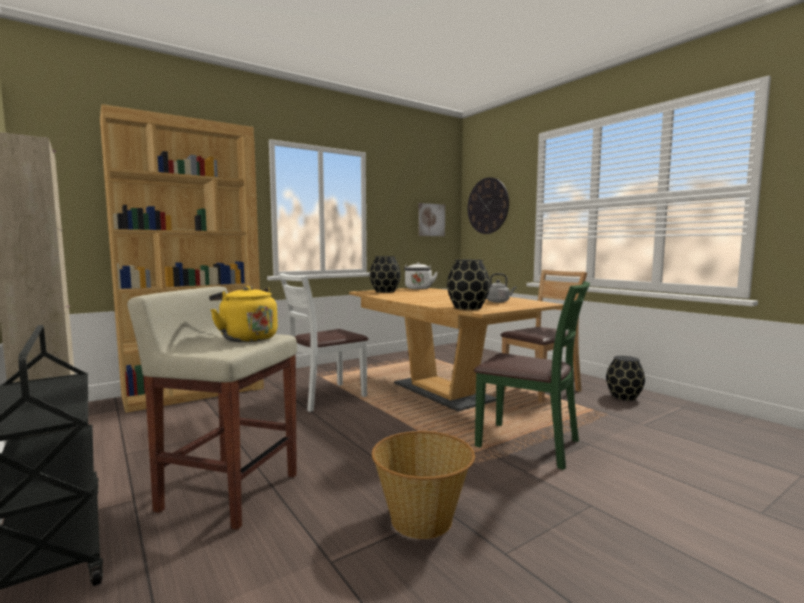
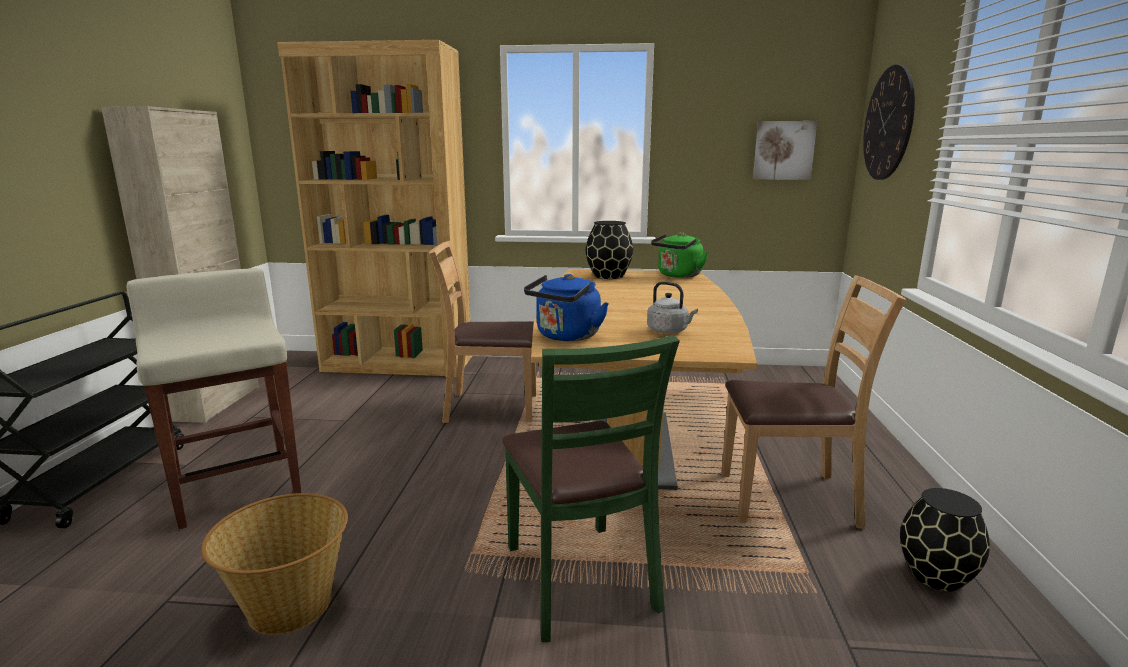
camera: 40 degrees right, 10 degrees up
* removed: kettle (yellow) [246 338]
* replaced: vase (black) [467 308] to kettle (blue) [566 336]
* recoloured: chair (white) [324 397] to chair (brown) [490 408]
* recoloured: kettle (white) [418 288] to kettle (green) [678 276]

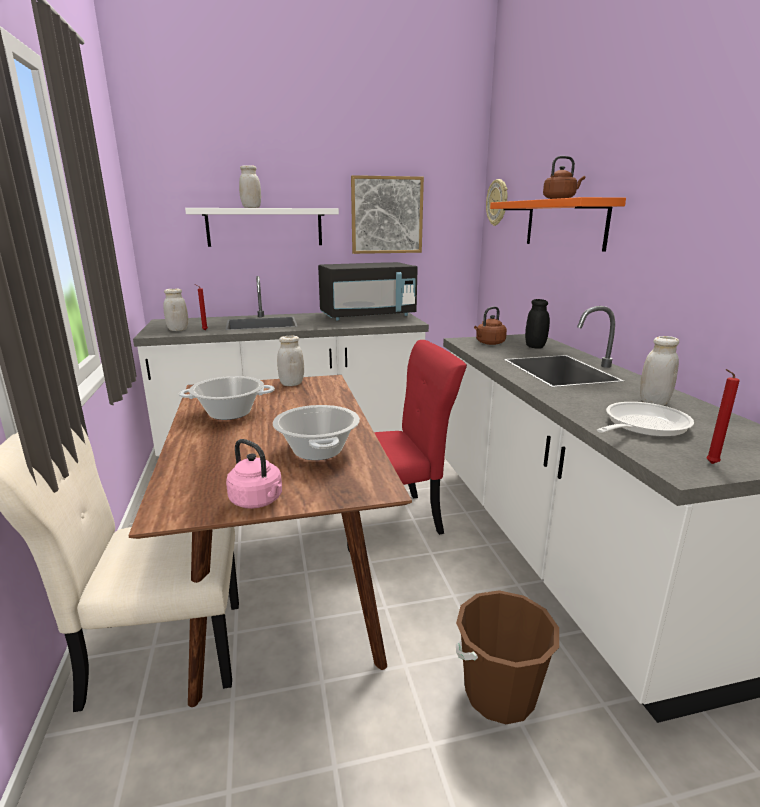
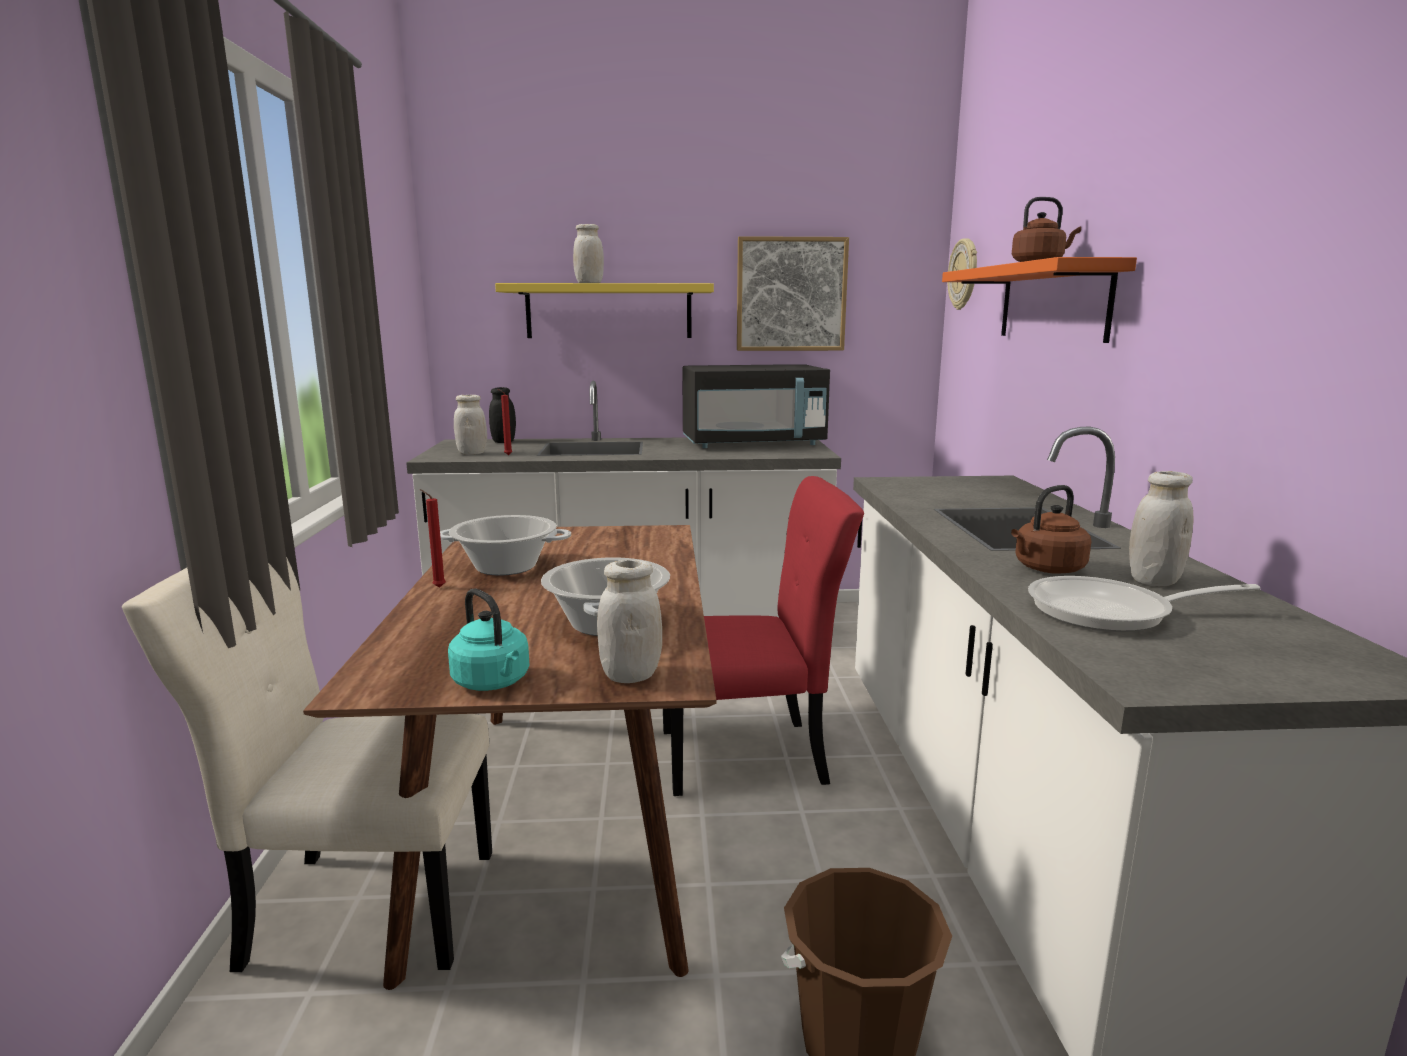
camera: 10 degrees right, 5 degrees down
* moved: jar (white) [291 384] to [630 675]
* moved: kettle (brown) [489 343] to [1046 569]
* moved: jar (black) [535 346] to [504 441]
* moved: candle (red) [710 463] to [437 587]
* recoloured: shelf (white) [265 227] to shelf (yellow) [609 311]
* recoloured: kettle (pink) [258 501] to kettle (turquoise) [493 682]
* turned: frying pan [641 426] = [1111 613] 150 degrees counterclockwise

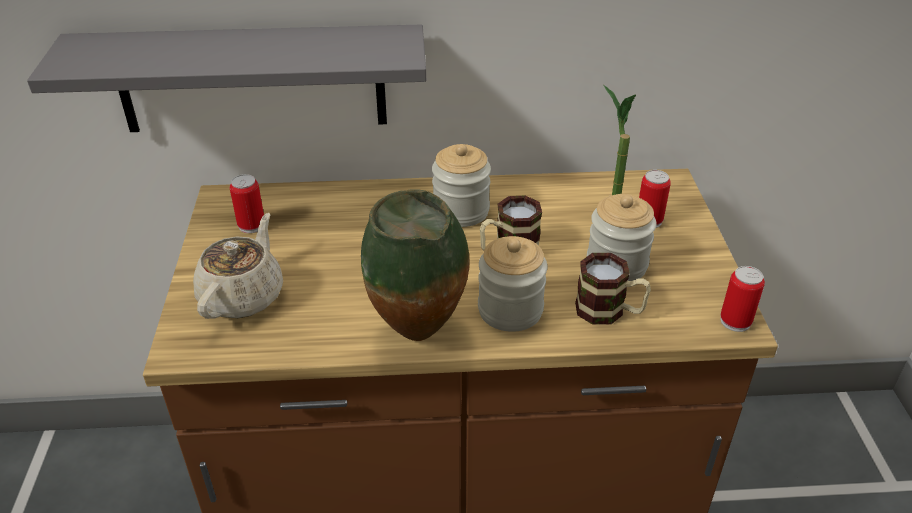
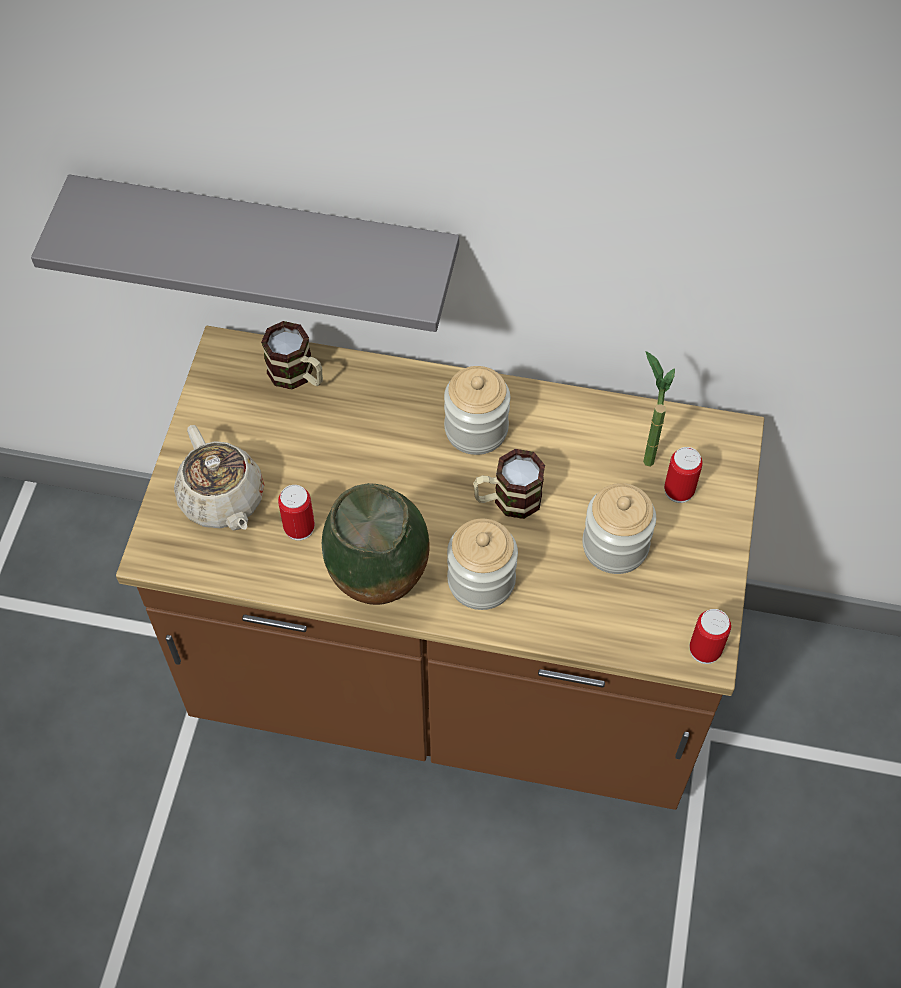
camera: 15 degrees right, 20 degrees up
* moved: can [251 225] to [299 527]
* moved: mug [609 311] to [298 376]
* turned: teapot (beige) [243 296] = [222 500] 120 degrees clockwise

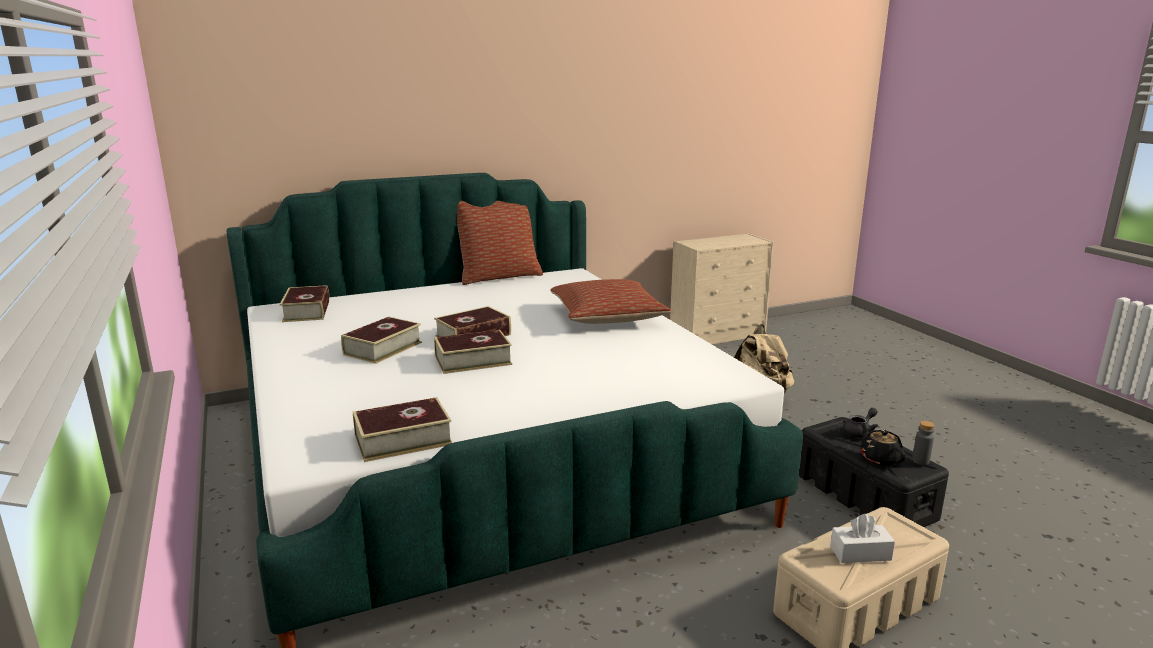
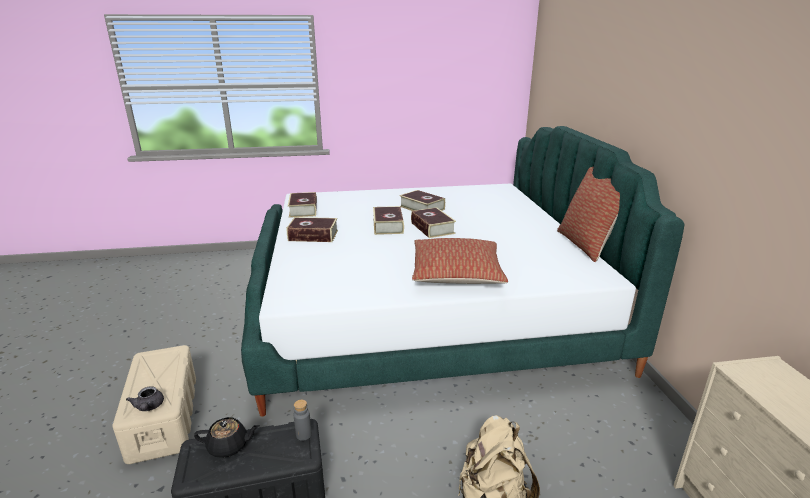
camera: 105 degrees right, 5 degrees up
* removed: tissue box (white) [860 553]
* moved: book [307 311] to [313 235]
* moved: teapot (grey) [860 432] to [149 407]
* moved: bottle (grey) [920 461] to [303 434]

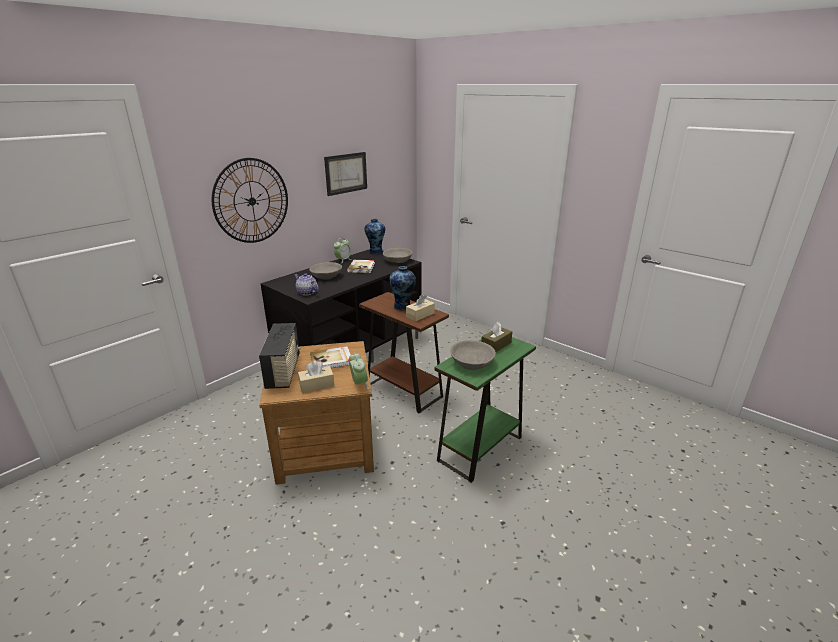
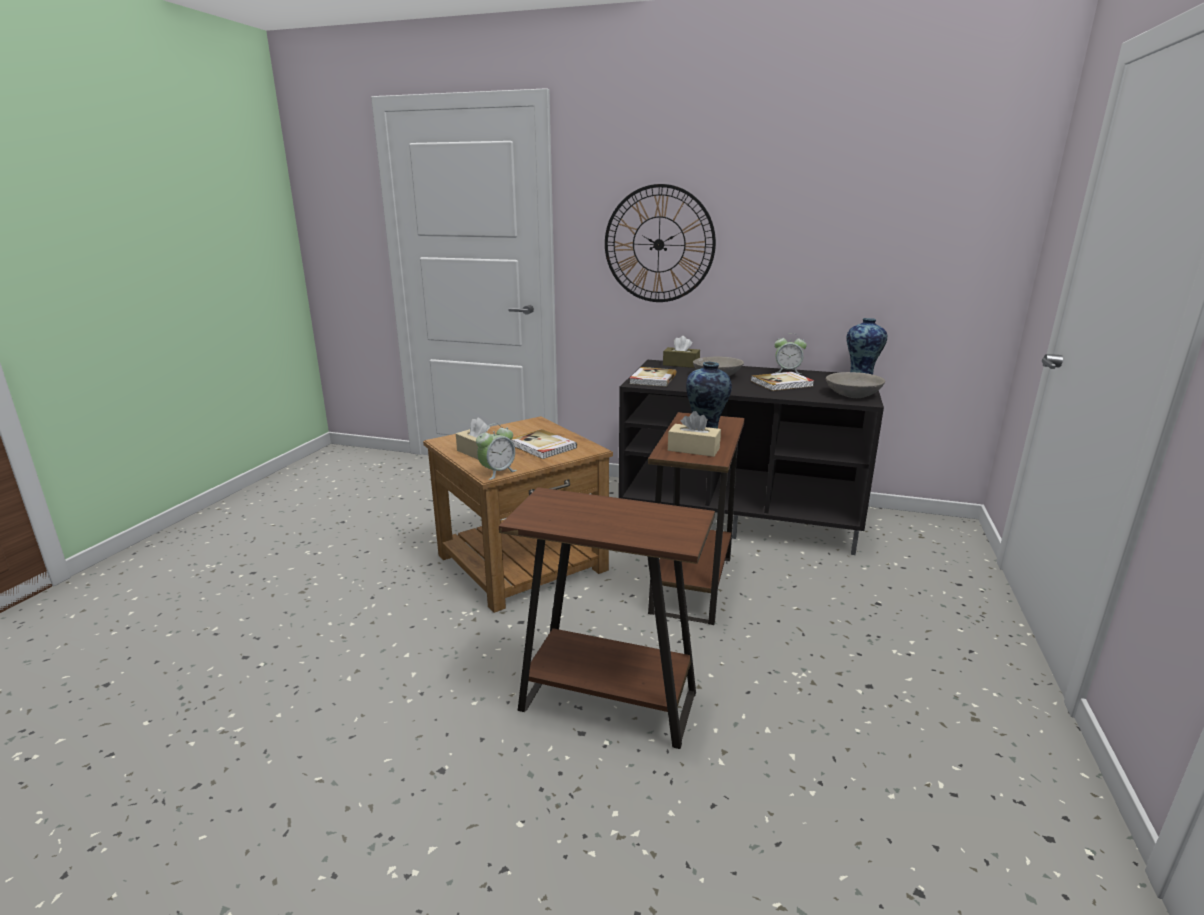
camera: 65 degrees right, 5 degrees down
* removed: radio [284 371]
* removed: picture [346 173]
* removed: bowl (grey) [472 363]
* moved: tissue box (brown) [496 345] to [681 364]
* replaced: teapot [307 292] to book [652 379]
* recoloured: side table (green) [480 449] to side table (brown) [608 701]

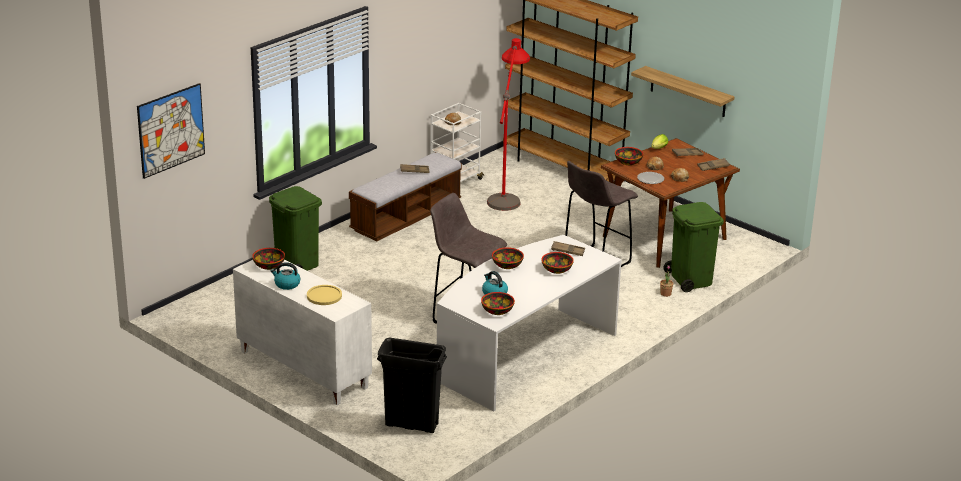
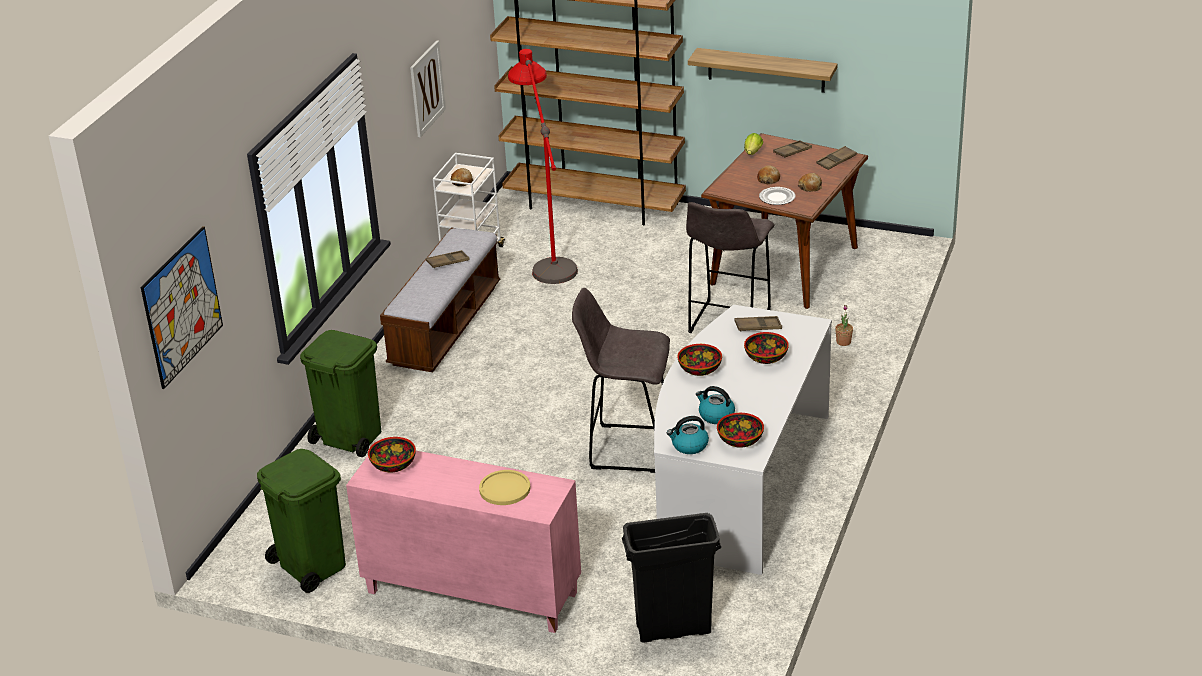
camera: 20 degrees left, 5 degrees up
* removed: bowl [628 162]
* added: picture [427 88]
* moved: kettle [286 284] to [689 446]
* moved: trash can (green) [690 279] to [311 565]
* recoloured: cabinet (white) [302 369] to cabinet (pink) [470 593]

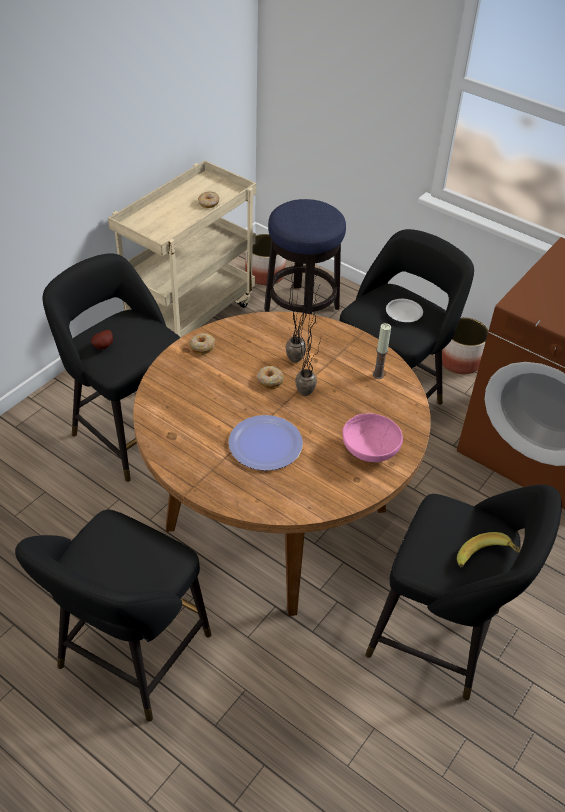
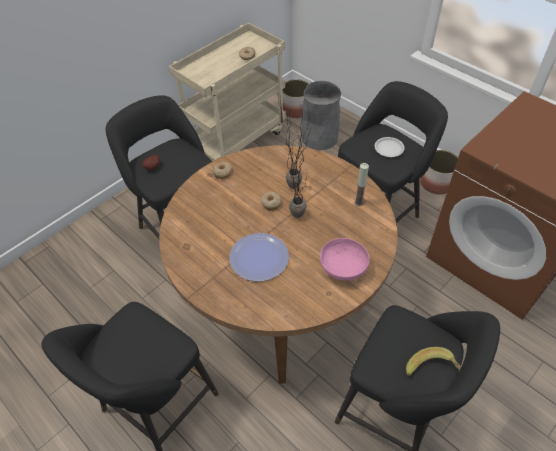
camera: 10 degrees right, 5 degrees up
* replaced: stool [301 309] to trash can (grey) [319 138]

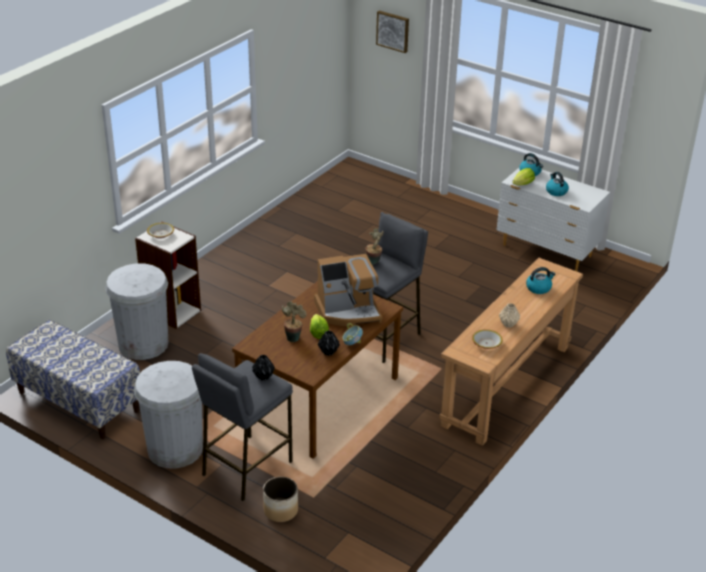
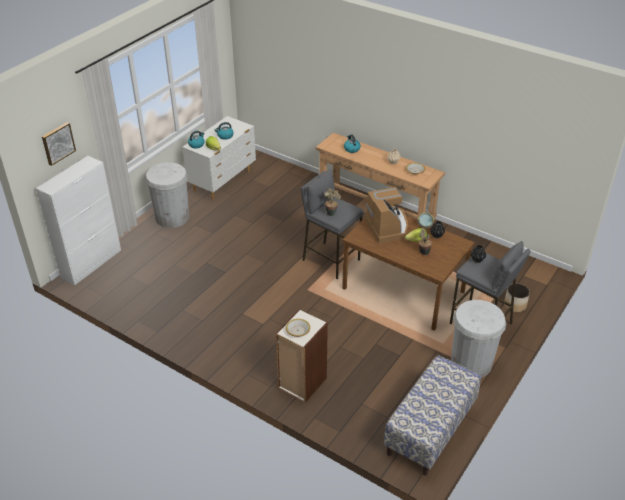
camera: 90 degrees left, 5 degrees up
* added: cabinet (white) [91 263]
* moved: trash can (white) [143 344] to [172 217]

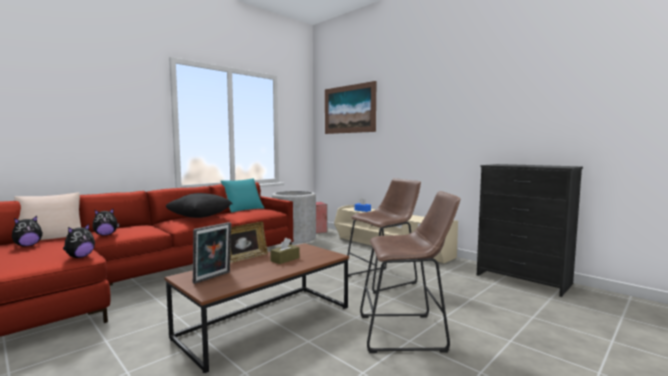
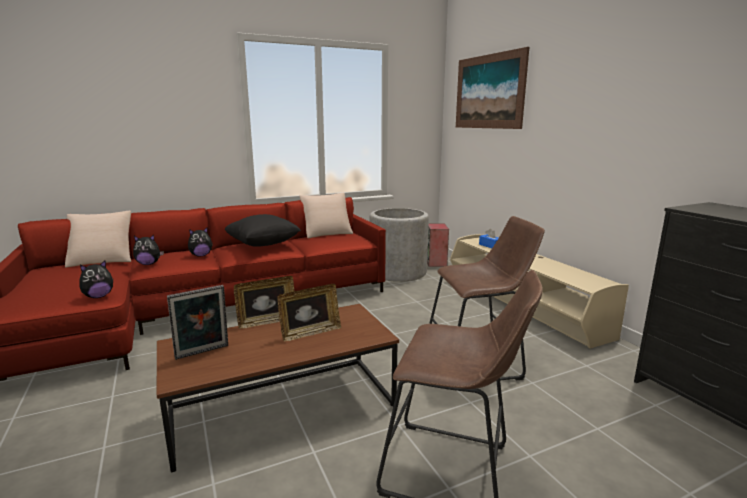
camera: 20 degrees right, 10 degrees up
* moved: plush toy [28 245] to [201 255]
* replaced: tissue box (brown) [285 259] to picture frame [310 333]
* recoloured: pillow (turquoise) [243 209] to pillow (beige) [327 233]

